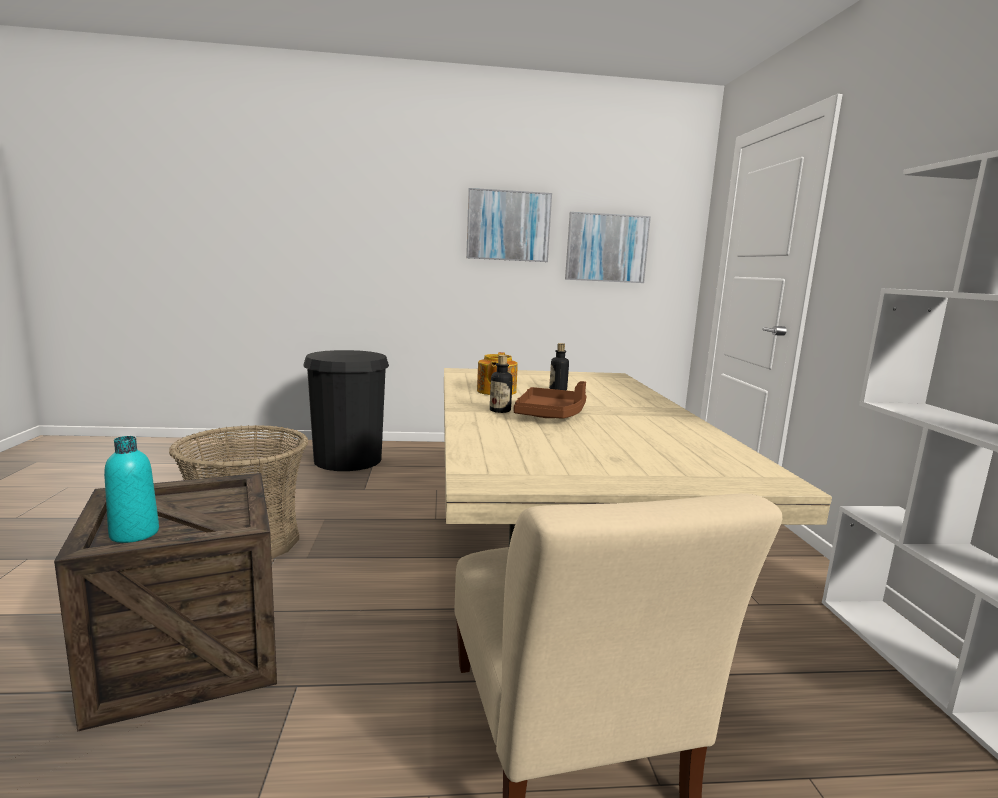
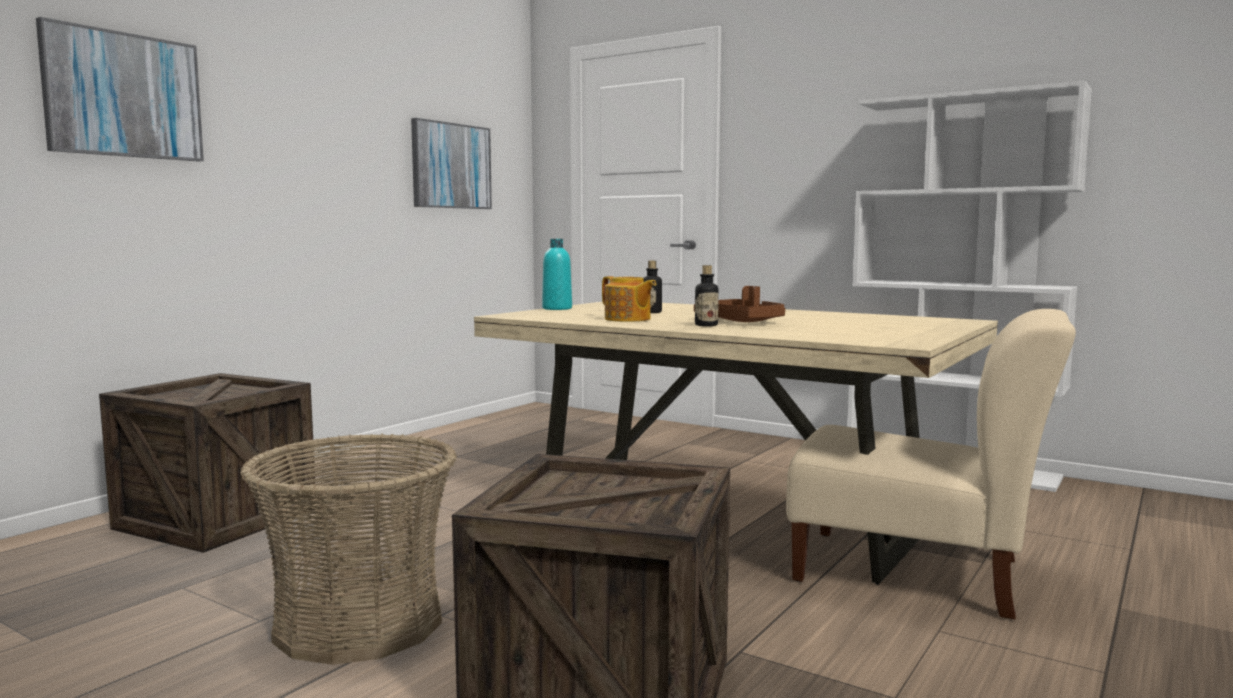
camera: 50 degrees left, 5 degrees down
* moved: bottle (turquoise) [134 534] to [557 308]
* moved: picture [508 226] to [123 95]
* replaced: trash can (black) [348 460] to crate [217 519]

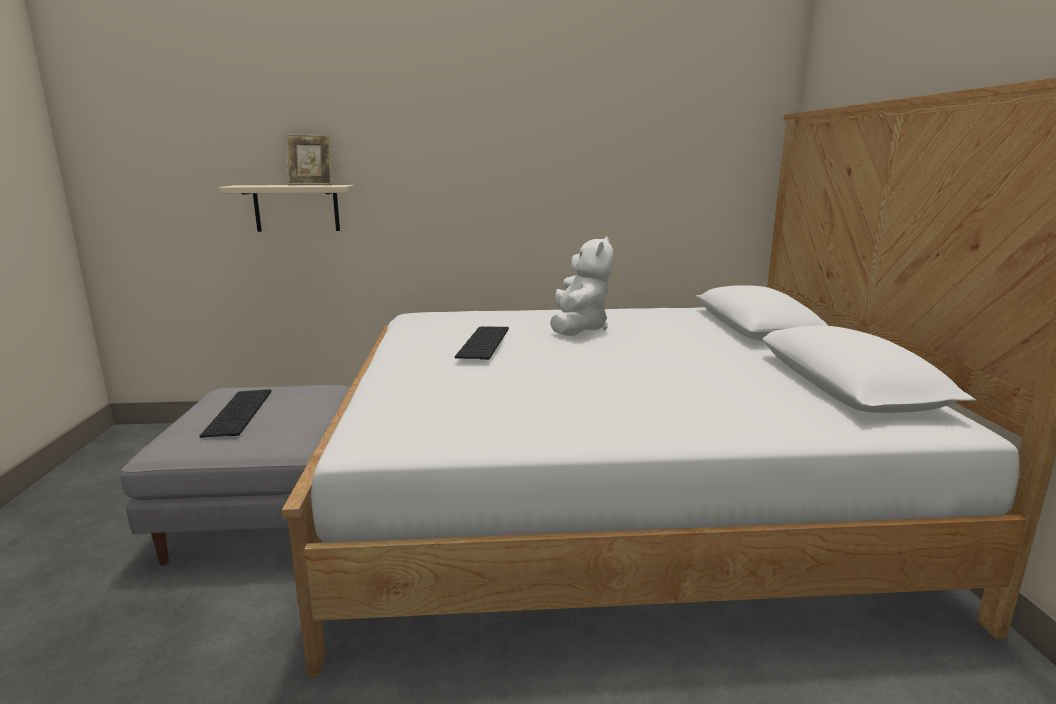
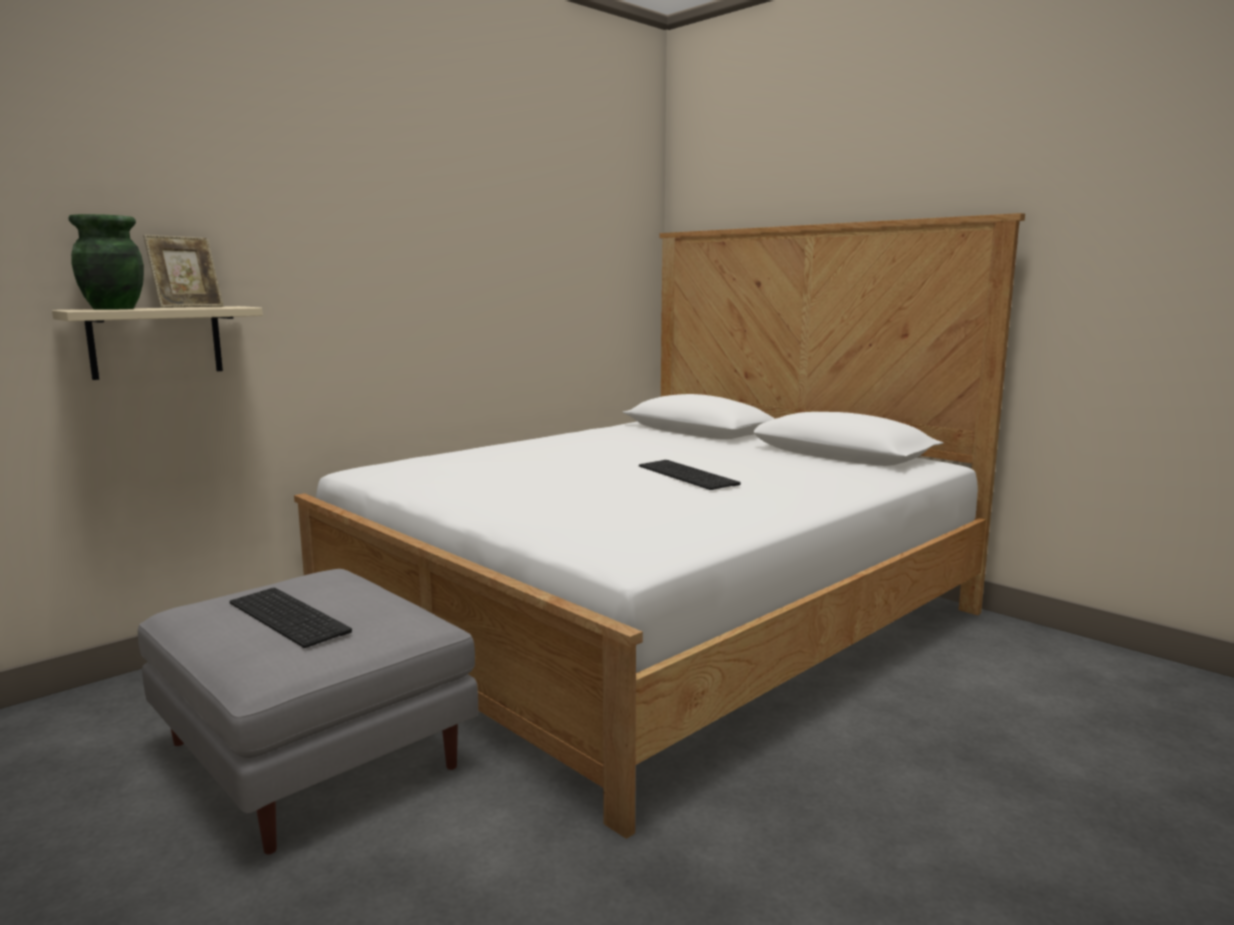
camera: 40 degrees left, 5 degrees down
* removed: plush toy (white) [578 329]
* added: vase (green) [113 309]
* moved: keyboard [485 343] to [689 475]

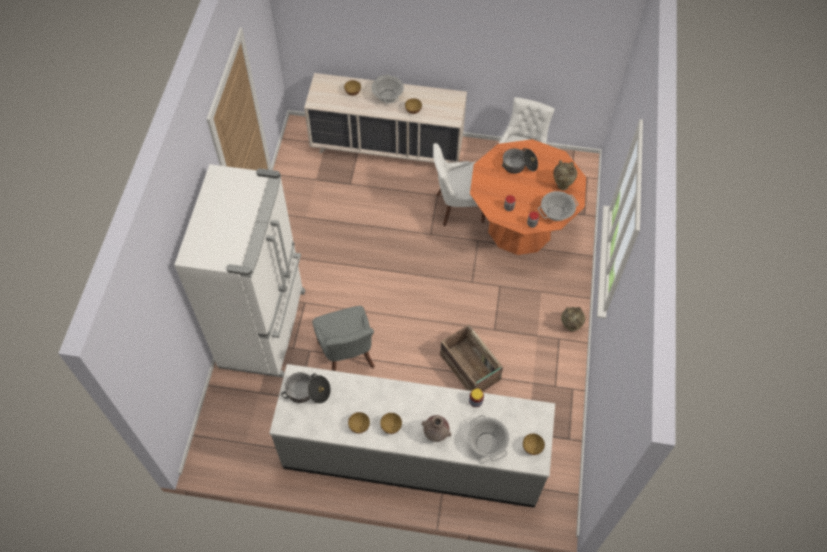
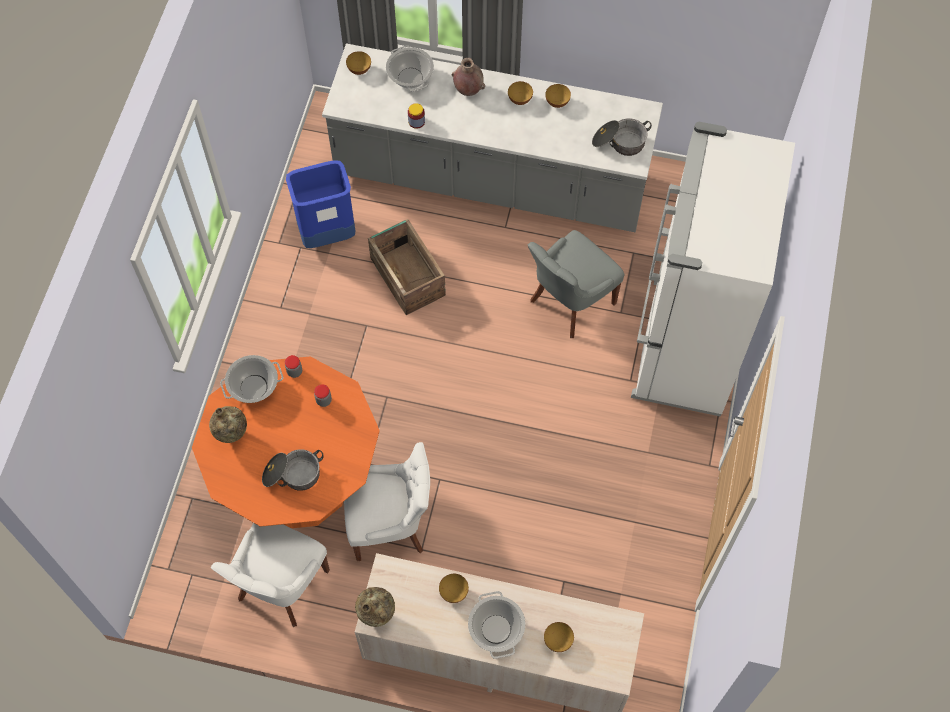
camera: 175 degrees left, 5 degrees up
* added: trash can (blue) [327 234]
* moved: vase (beige) [570 327] to [376 615]
* turned: chair (grey) [347 356] = [570 302] 120 degrees counterclockwise

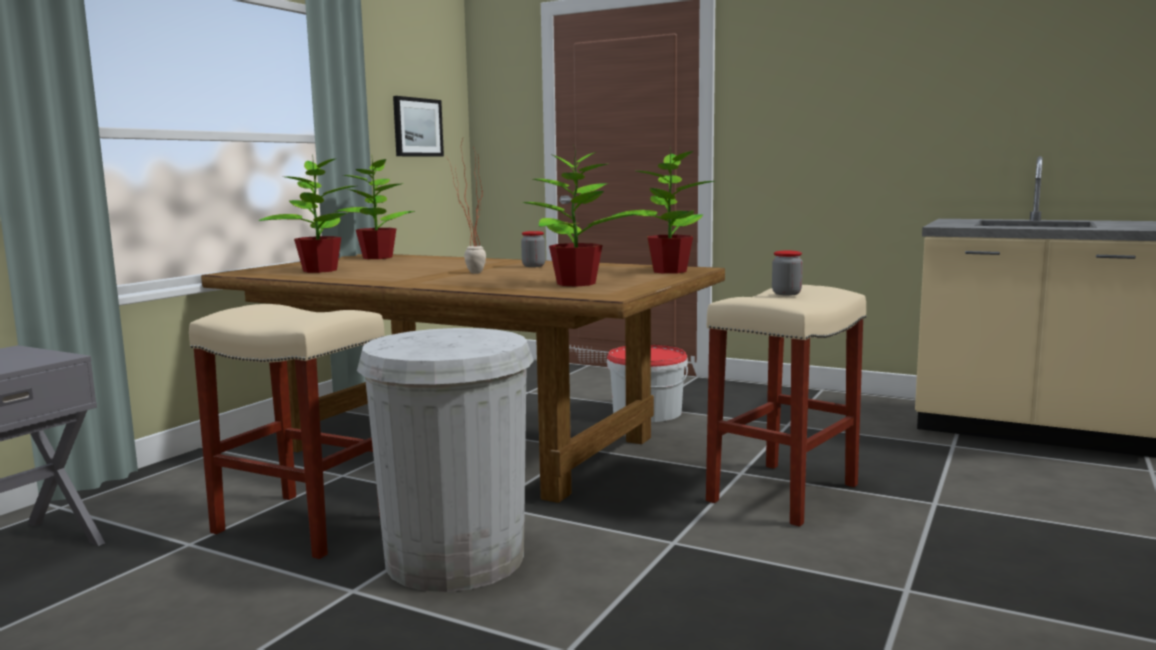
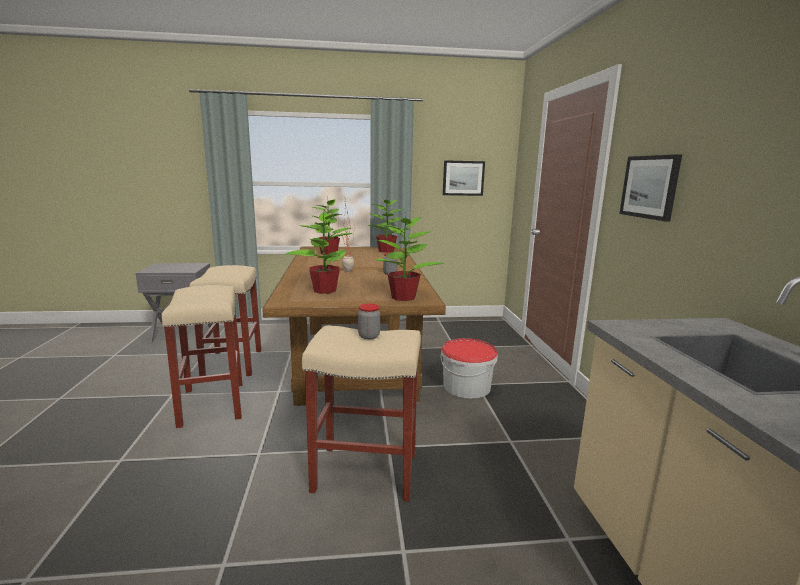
camera: 55 degrees right, 5 degrees up
* added: picture [650 187]
* replaced: trash can (white) [455 558] to stool (beige) [211 403]

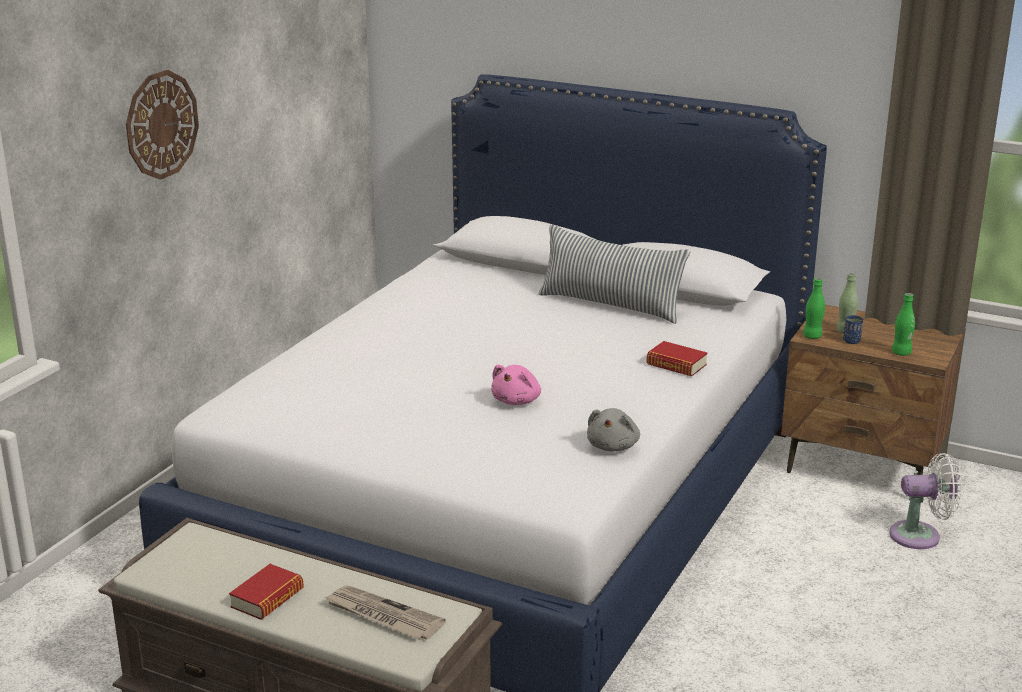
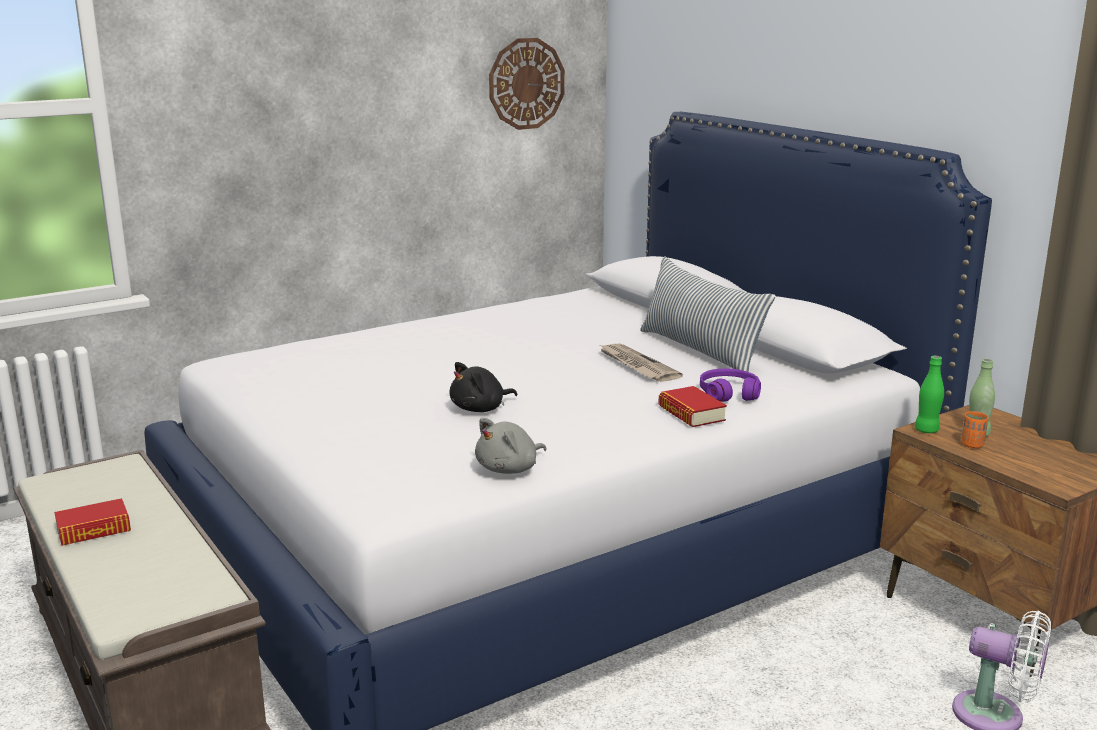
camera: 30 degrees right, 5 degrees down
* removed: bottle (green) [901 353]
* added: headphones (purple) [729 393]
* moved: wall clock [161 124] to [526 83]
* moved: newspaper [382 616] to [636 365]
* recoloured: plush toy (pink) [517 400] to plush toy (black) [480 409]
* recoloured: cup (blue) [851 341] to cup (orange) [972 445]

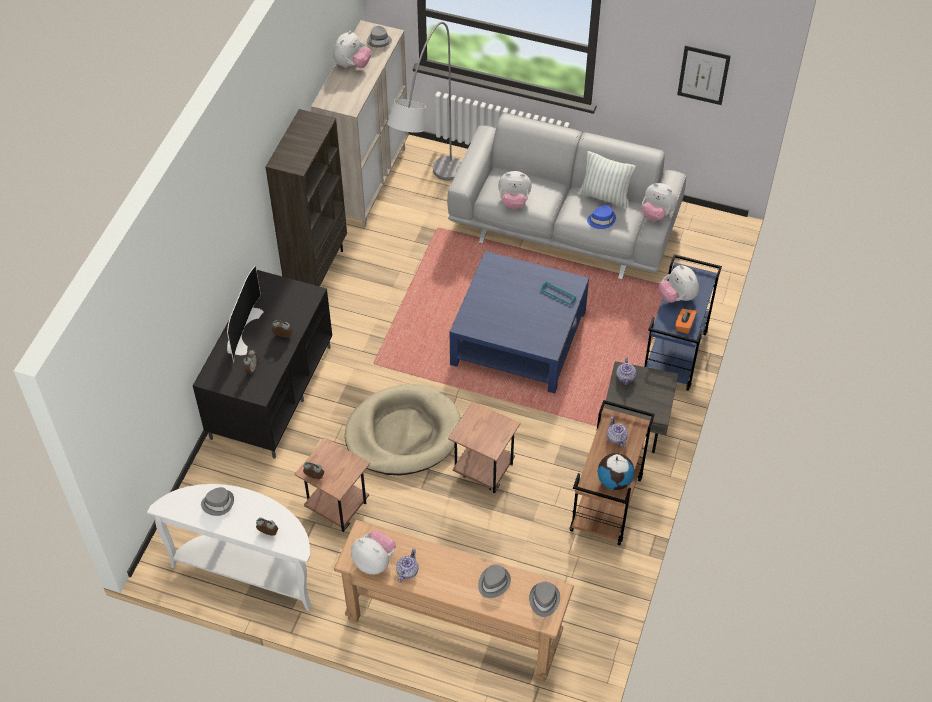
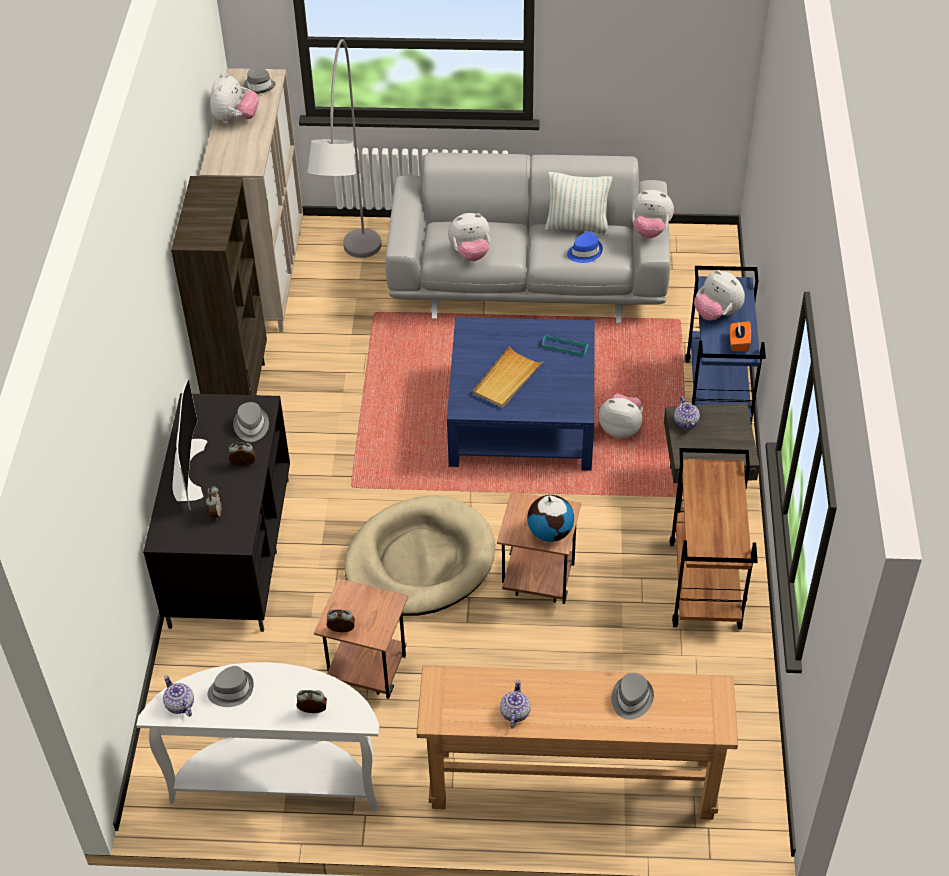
camera: 15 degrees left, 5 degrees down
* removed: picture [703 75]
* added: tray (beige) [506 380]
* moved: plush toy [374 561] to [621 428]
* moved: hat (grey) [544 600] to [251 426]
* moved: globe [614 481] to [550 532]
* moved: teapot [616 438] to [180 705]

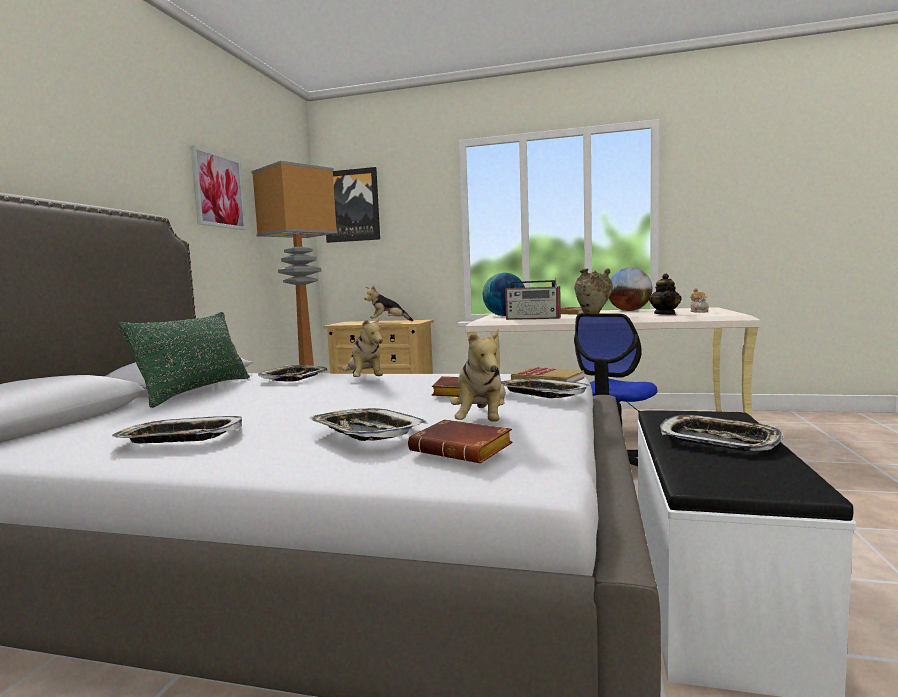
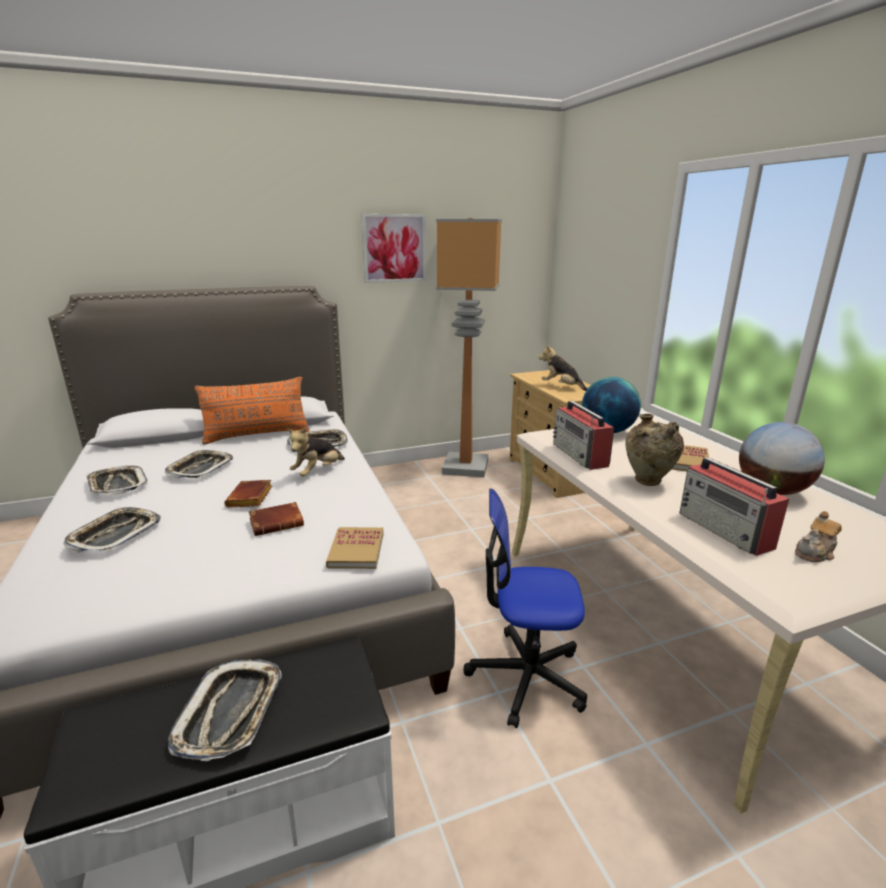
camera: 55 degrees right, 15 degrees up
* removed: picture [351 205]
* removed: plush toy [482 423]
* moved: book (brown) [464 449] to [251 498]
* moved: tray [541 394] to [200 468]
* replaced: teapot [665 314] to radio [725 530]
* recoloured: pillow (green) [197 391] to pillow (orange) [257 435]

